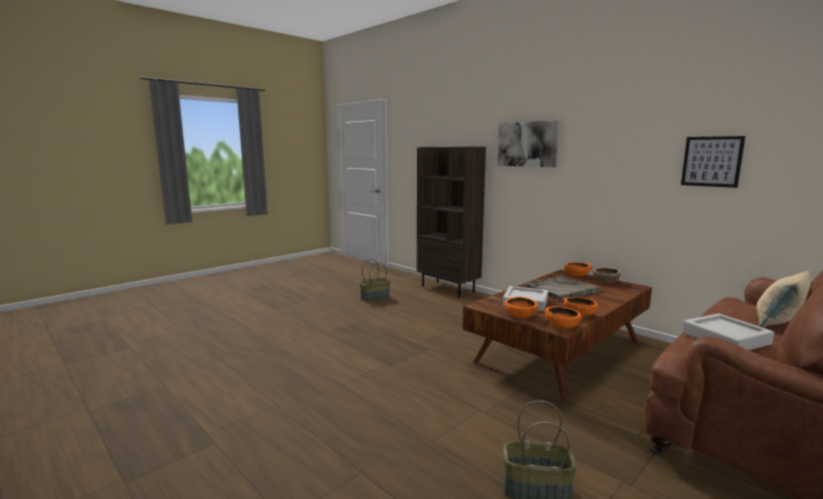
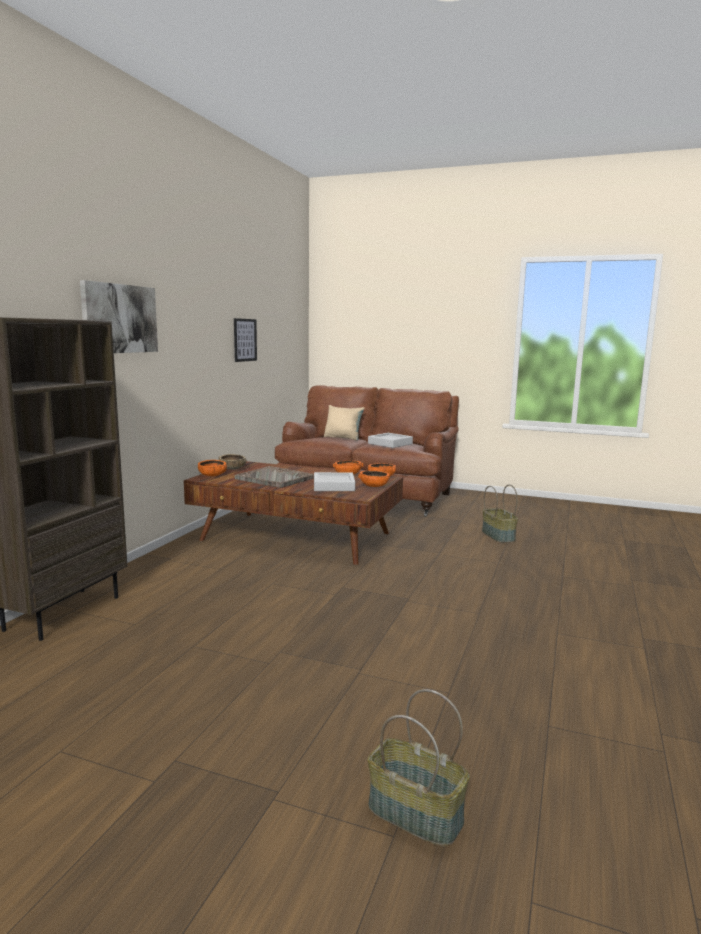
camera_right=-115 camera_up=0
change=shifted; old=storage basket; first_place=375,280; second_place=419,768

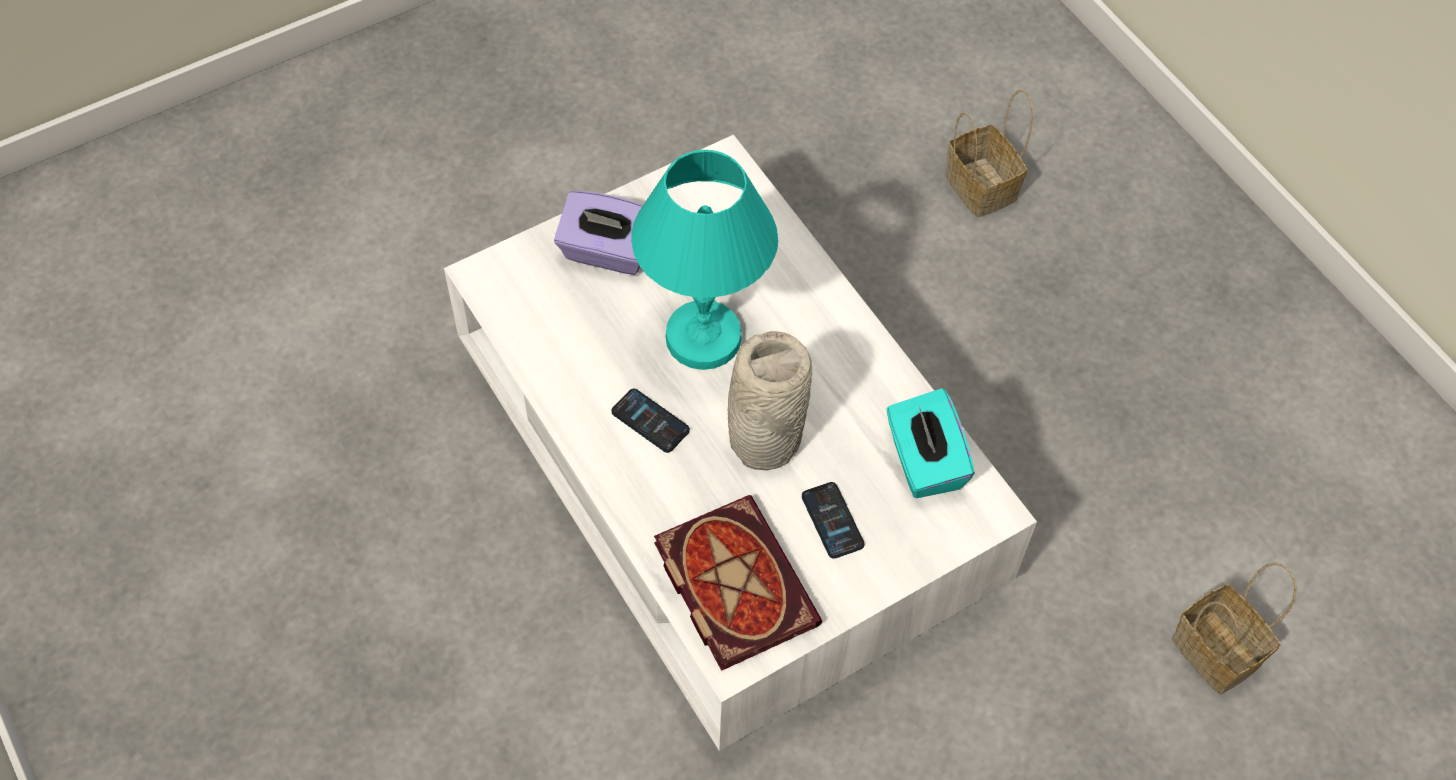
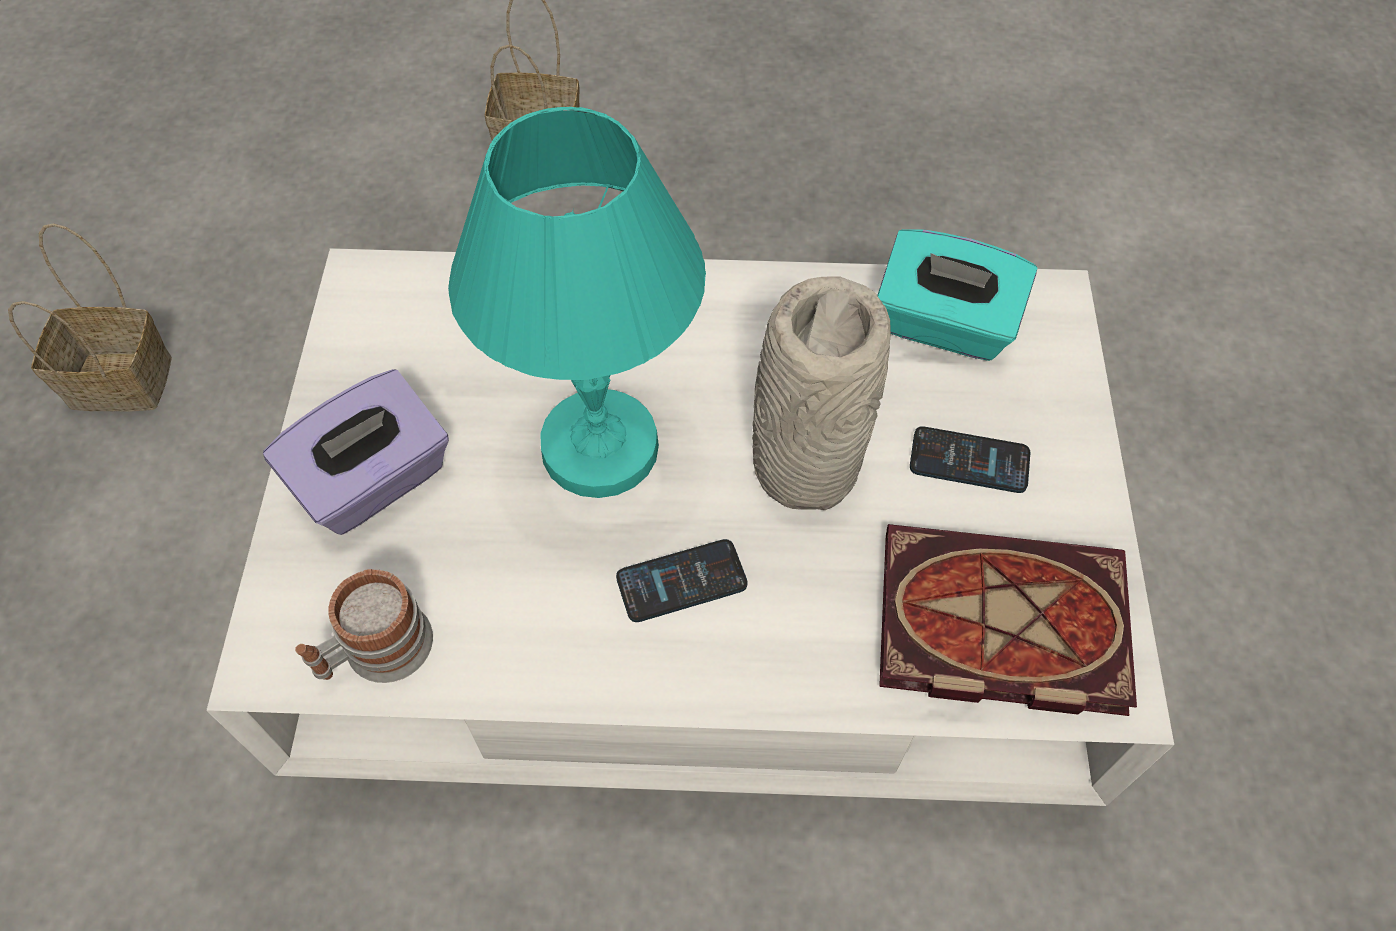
camera_right=-55 camera_up=0
change=shifted; old=storage basket; first_place=1234,628; second_place=90,317
change=new; new=mug; second_place=364,626

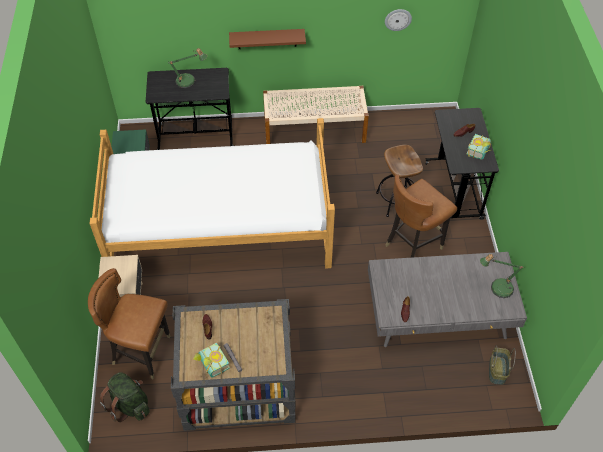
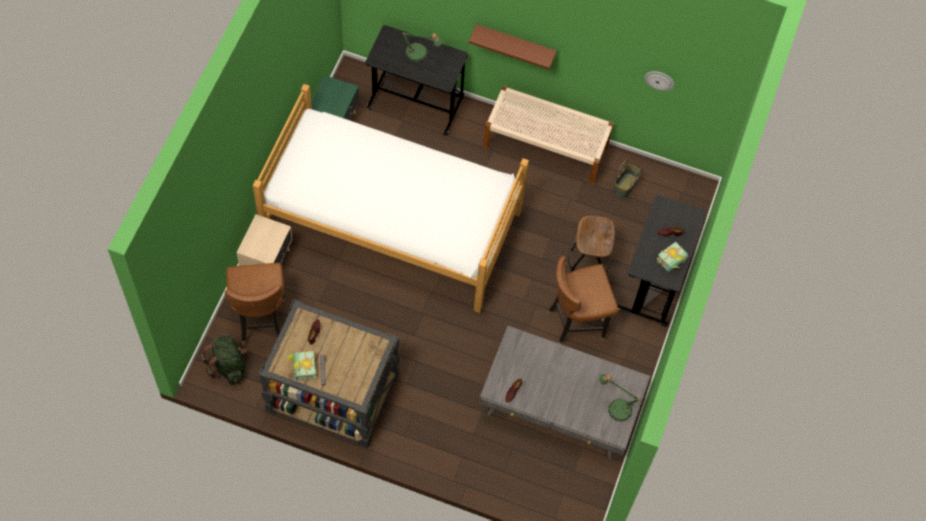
camera_right=20 camera_up=10
change=rotated; old=brown upright chair; first_place=129,323; second_place=255,304; degrees=-135
change=shifted; old=storage basket; first_place=502,365; second_place=627,178

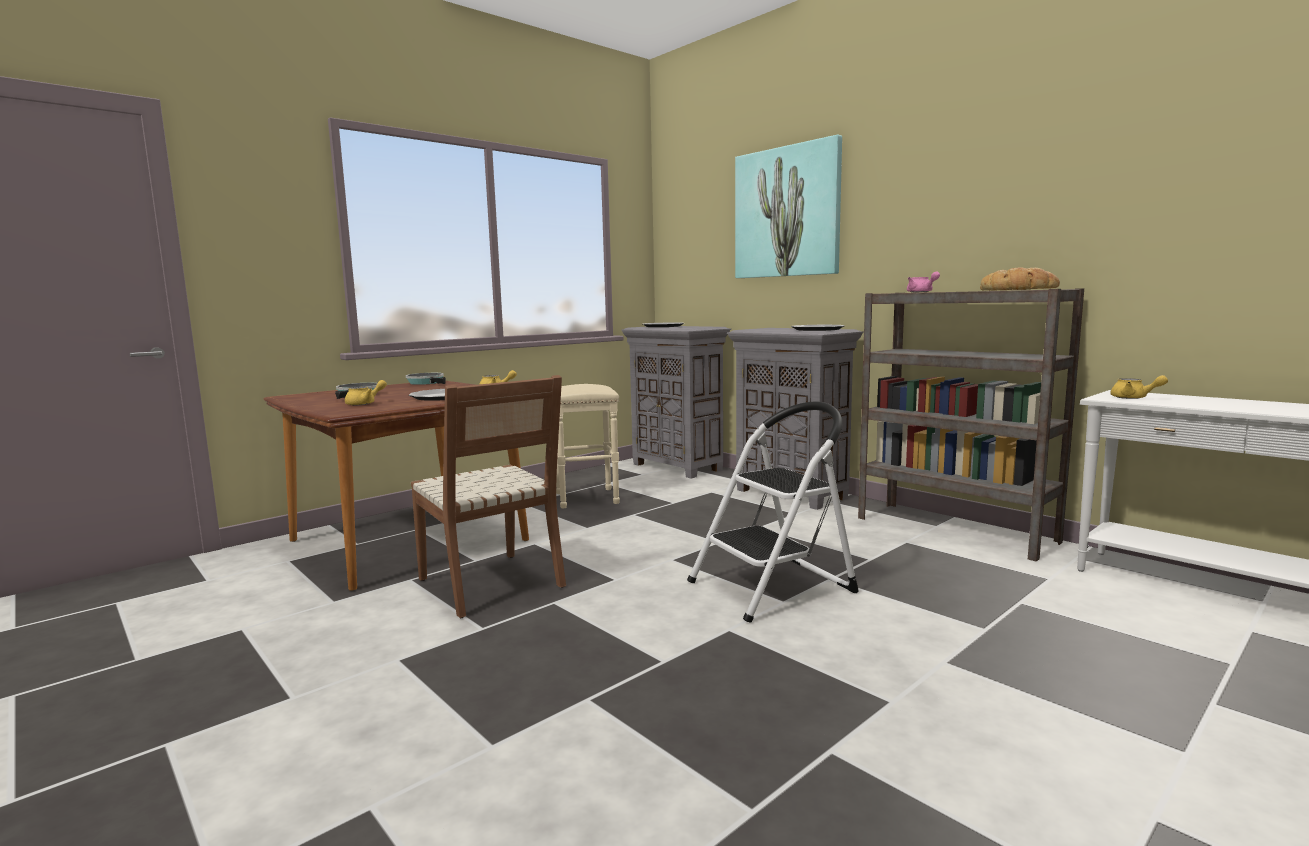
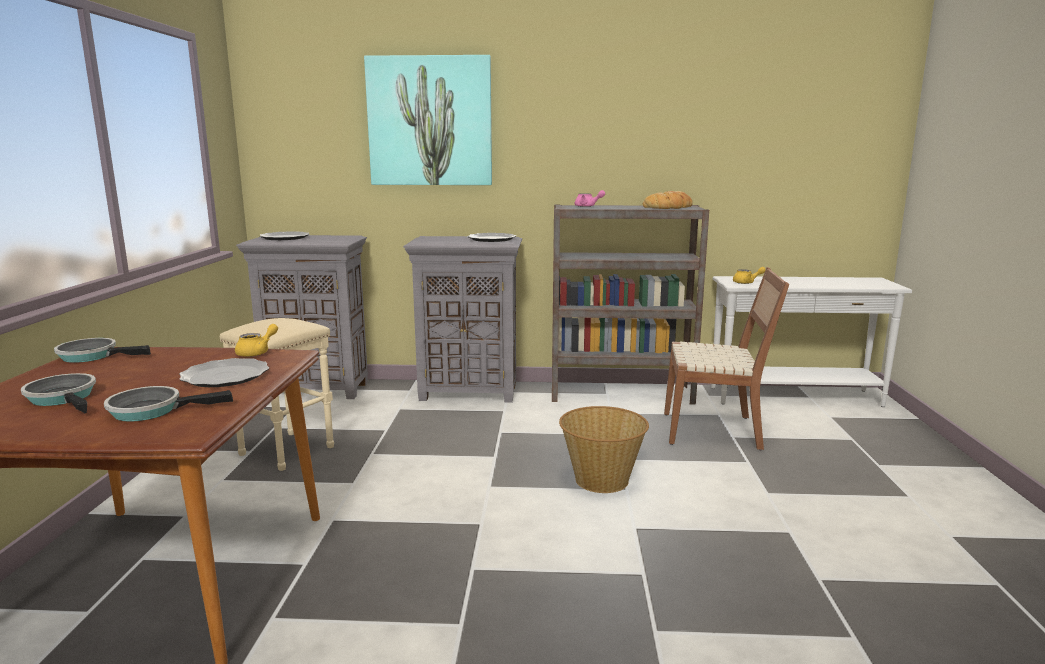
camera_right=-45 camera_up=5
change=swapped; old=yellowish tea pot; new=skillet; first_place=366,393; second_place=168,404
change=swapped; old=stepladder; new=storage basket; first_place=772,512; second_place=604,449
change=shifted; old=upright chair; first_place=488,496; second_place=726,358

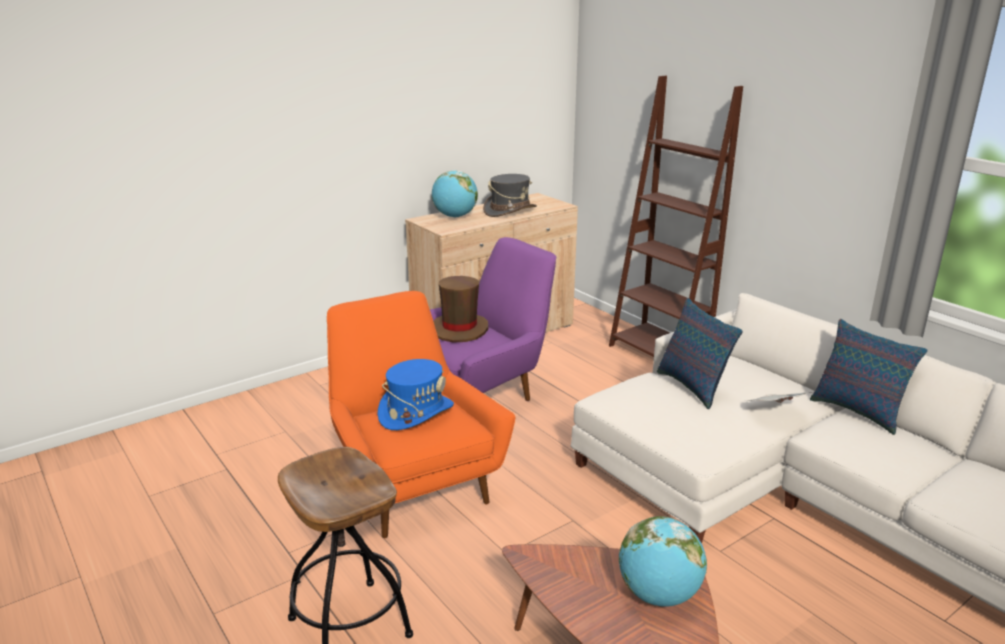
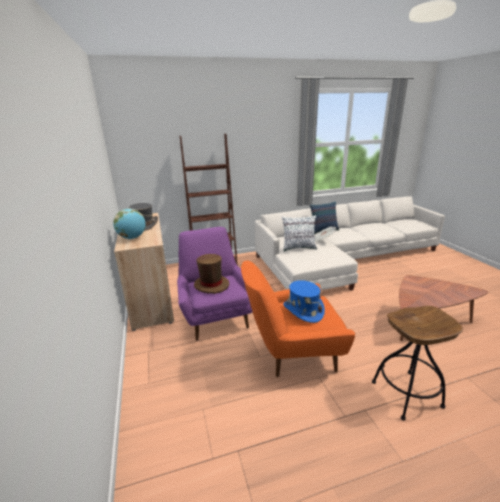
camera_right=-70 camera_up=0
change=repainted; old=bluish pillow; new=white pillow; first_place=700,353; second_place=299,234
change=gone; old=globe; first_place=663,561

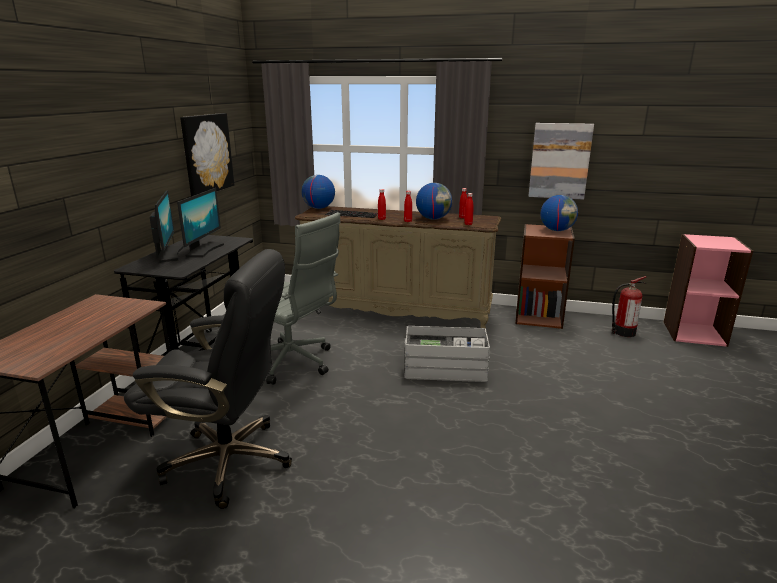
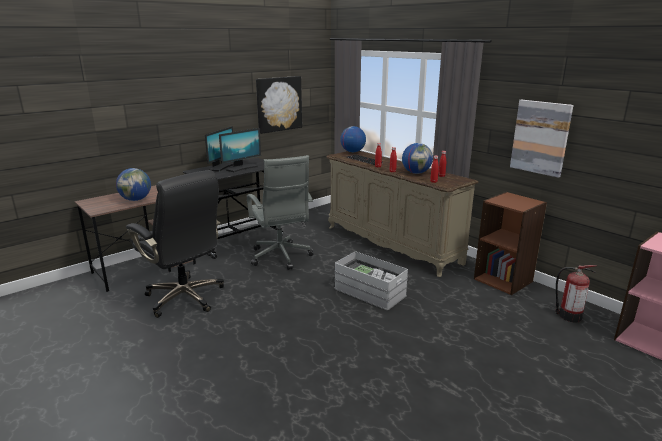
camera_right=35 camera_up=0
change=shifted; old=globe; first_place=559,213; second_place=133,184

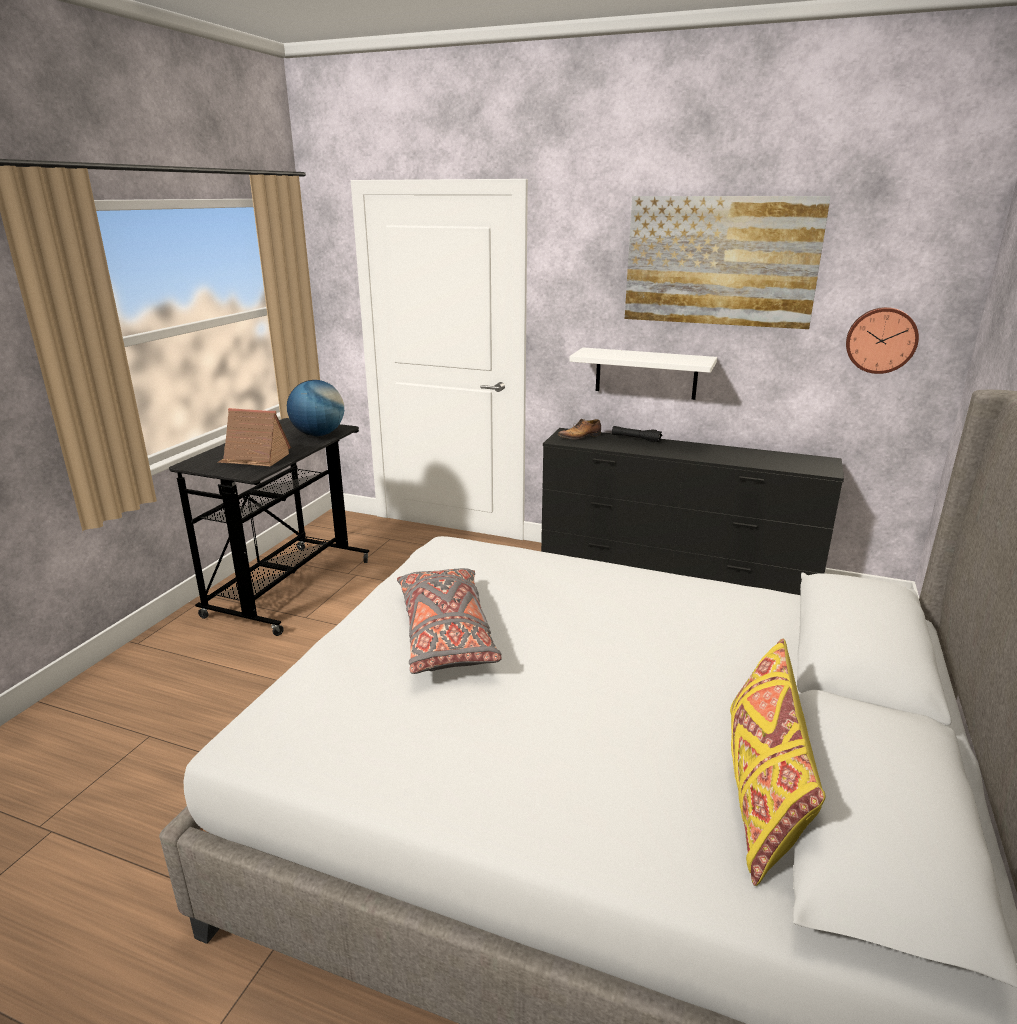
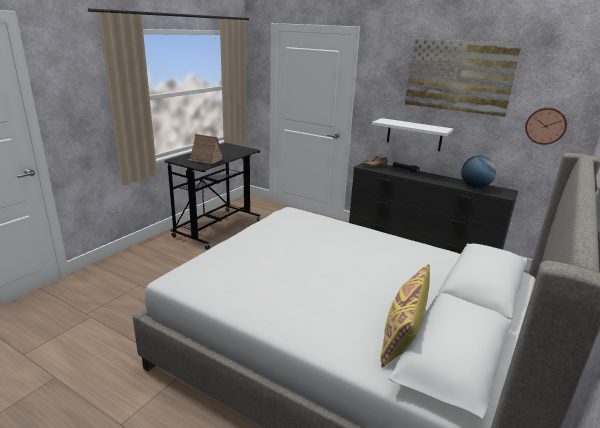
camera_right=10 camera_up=0
change=shifted; old=globe; first_place=315,408; second_place=478,172
change=gone; old=greyish pillow; first_place=449,621

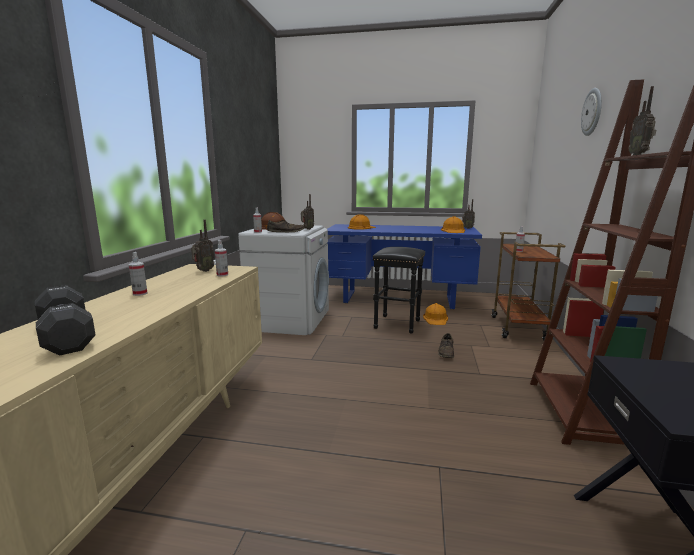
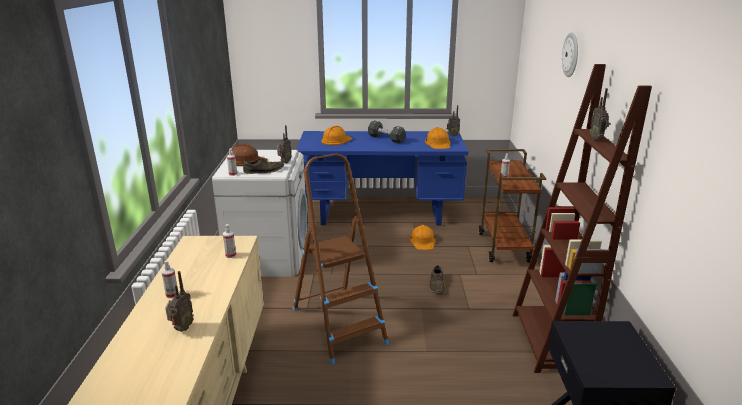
camera_right=-10 camera_up=10
change=shifted; old=radio; first_place=203,245; second_place=179,301
change=new; new=brown stepladder; second_place=341,259
change=shifted; old=blackish hand weight; first_place=65,320; second_place=387,132
change=gone; old=blackish stool; first_place=399,290

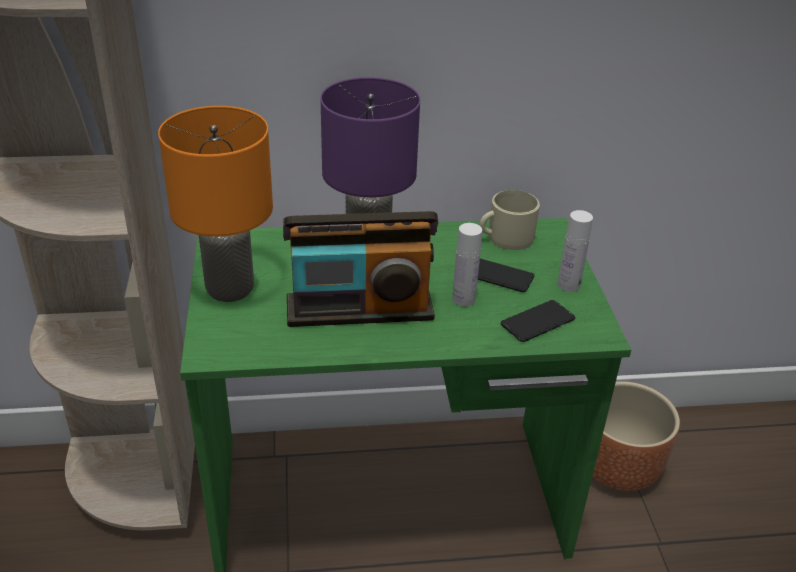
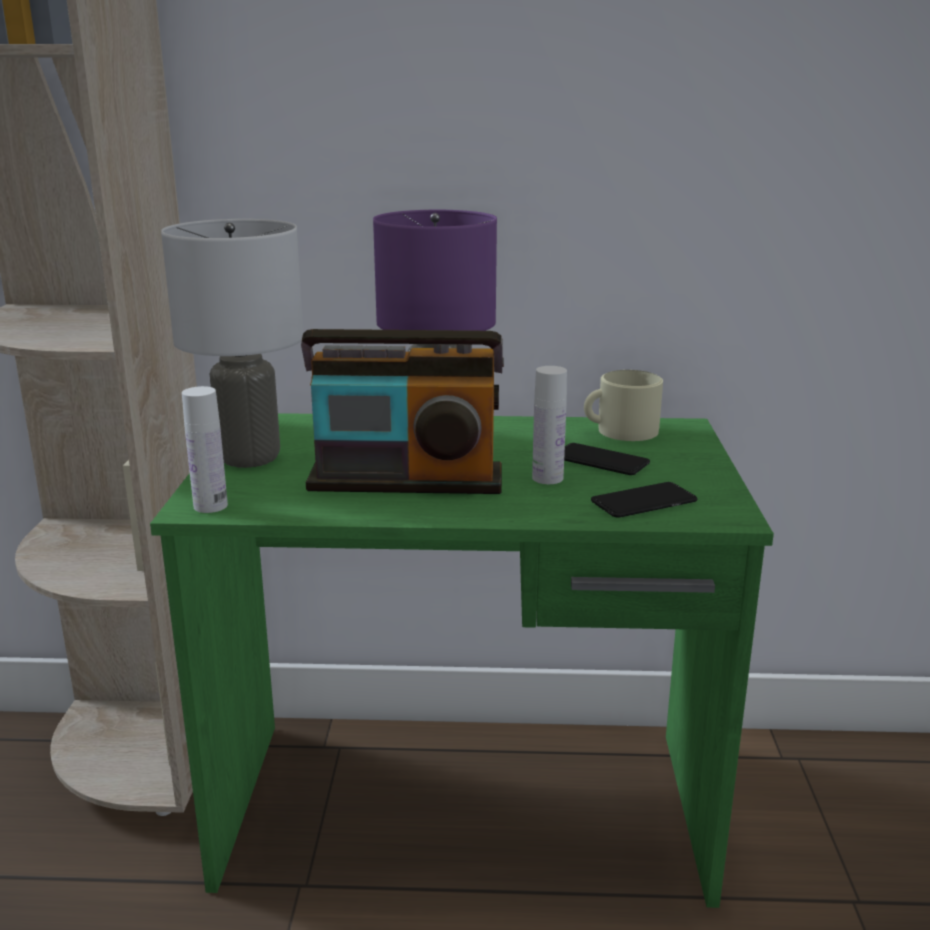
camera_right=10 camera_up=-15
change=repainted; old=orange table lamp; new=white table lamp; first_place=215,204; second_place=232,343
change=shifted; old=white drink bottle; first_place=575,251; second_place=205,449
change=gone; old=brown flower pot; first_place=636,436

